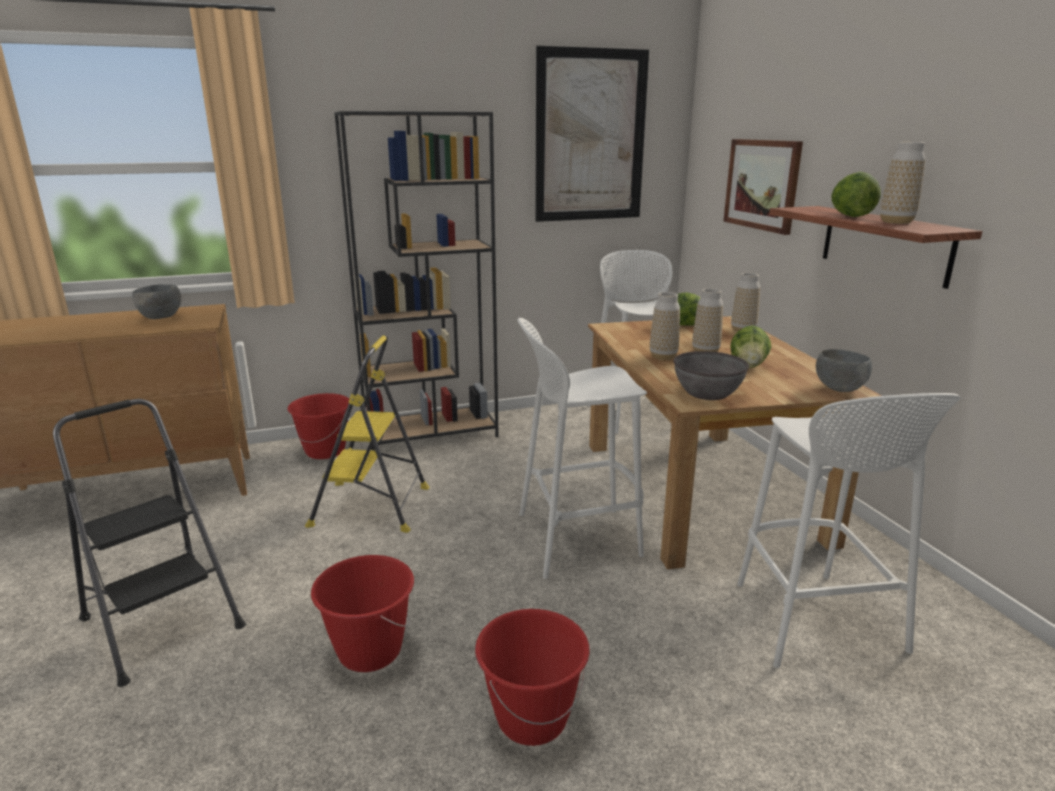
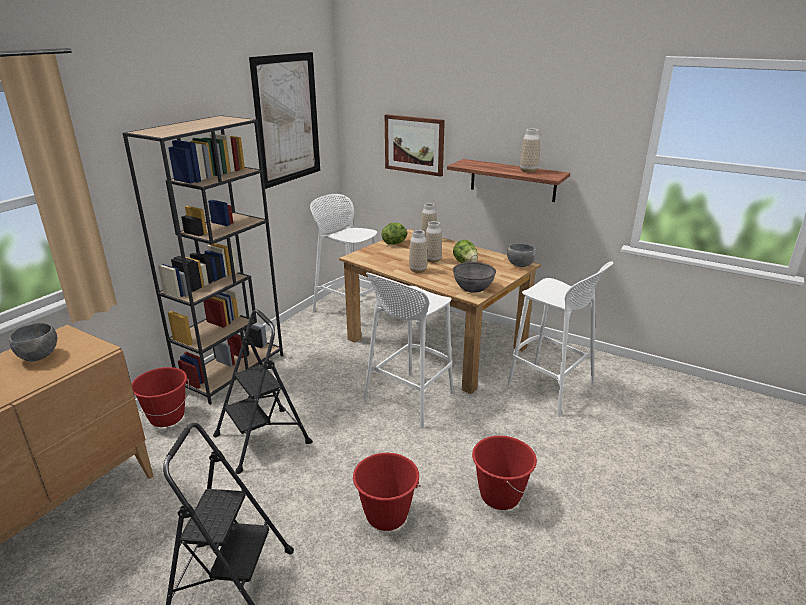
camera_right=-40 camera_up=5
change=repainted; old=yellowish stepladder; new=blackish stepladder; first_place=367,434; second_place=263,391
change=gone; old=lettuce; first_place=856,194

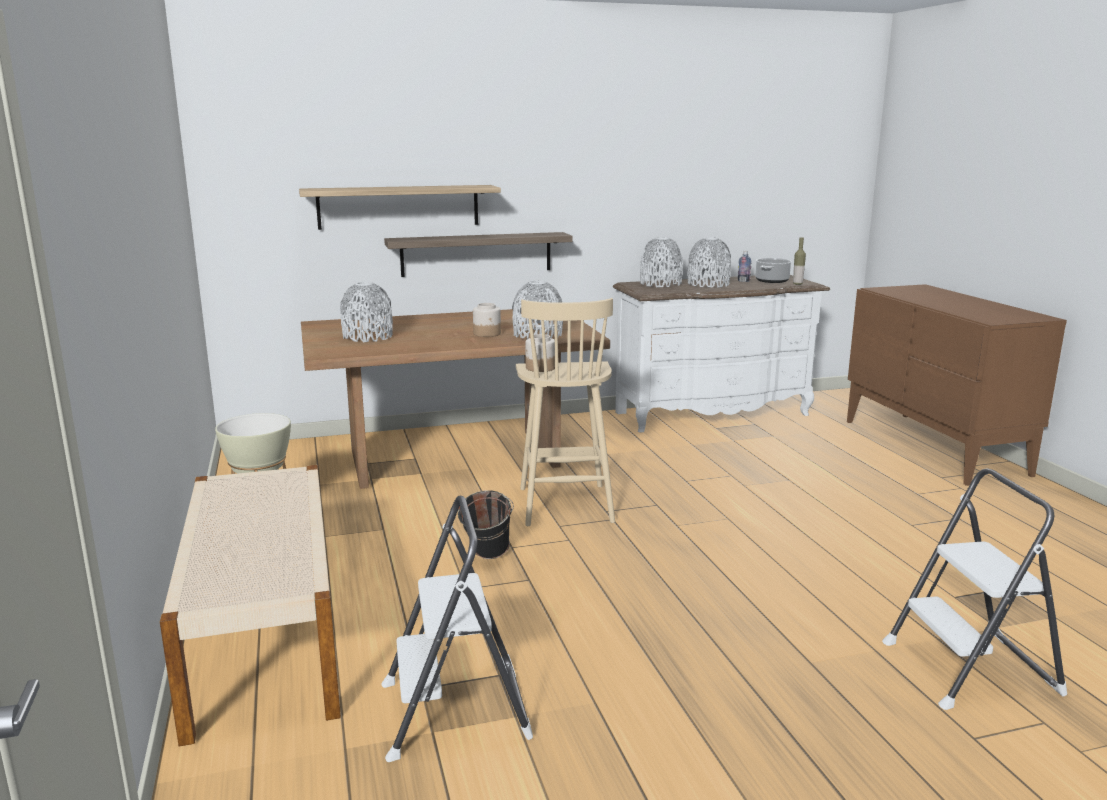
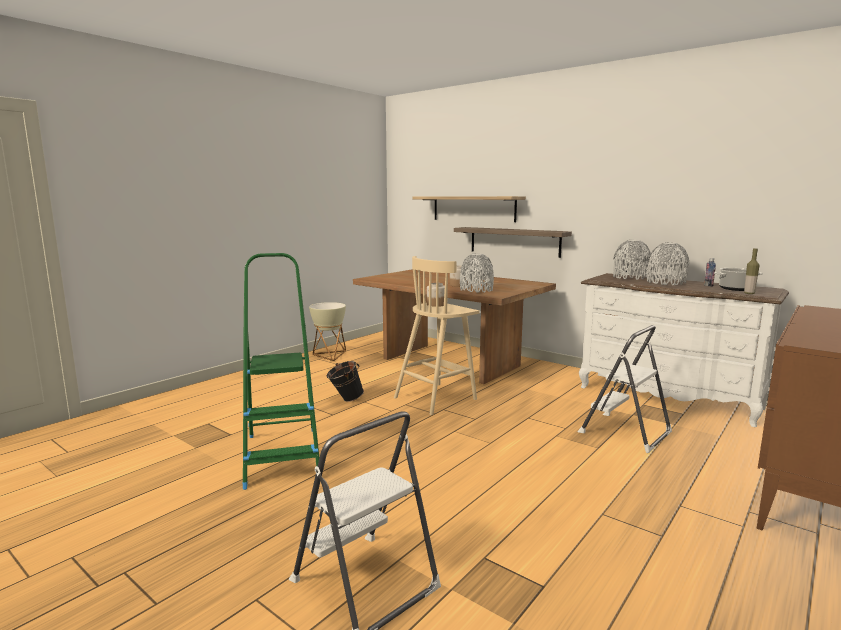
camera_right=55 camera_up=-5
change=new; new=green stepladder; second_place=281,371
change=shifted; old=white stepladder; first_place=457,629; second_place=625,389
change=gone; old=sand-coloured bench; first_place=250,606
change=gone; old=greyish decorative vase; first_place=366,312

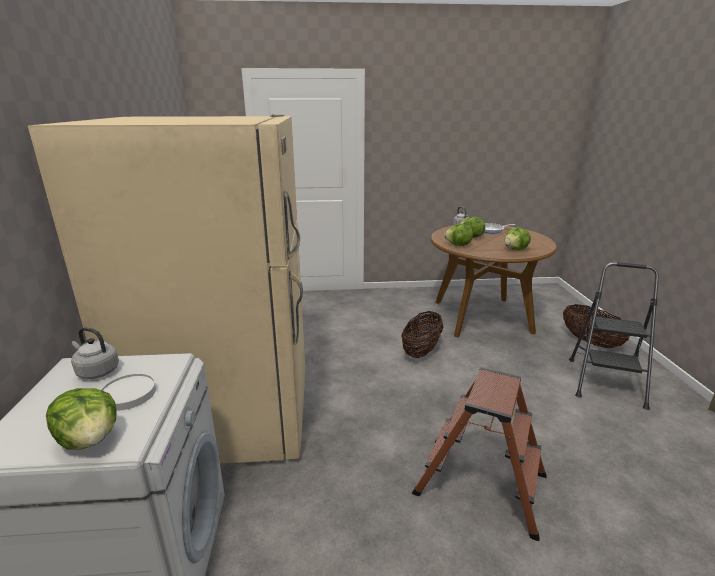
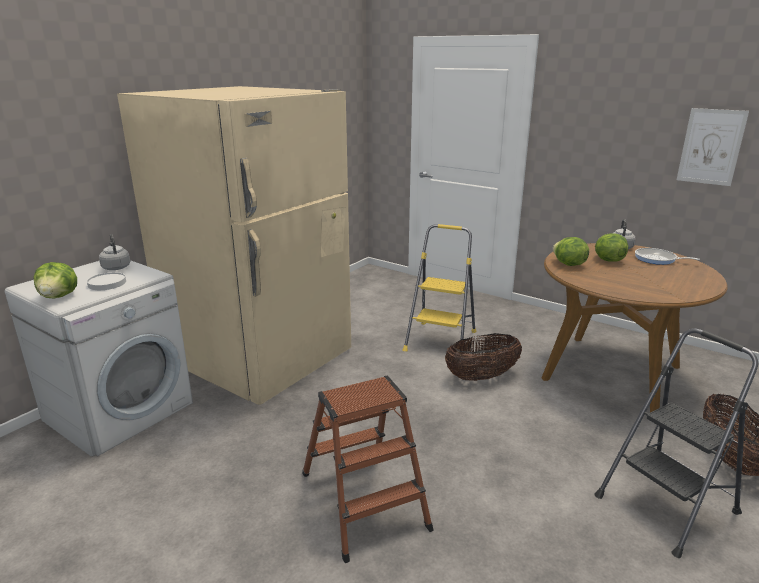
camera_right=40 camera_up=0
change=new; new=yellowish stepladder; second_place=439,288
change=new; new=wall art; second_place=713,147
change=gone; old=lettuce; first_place=517,238

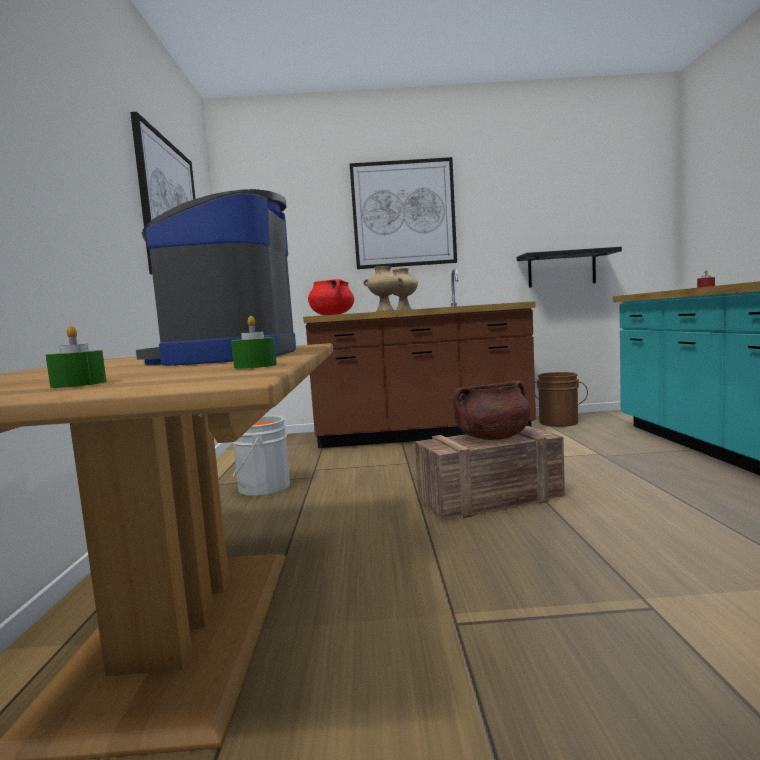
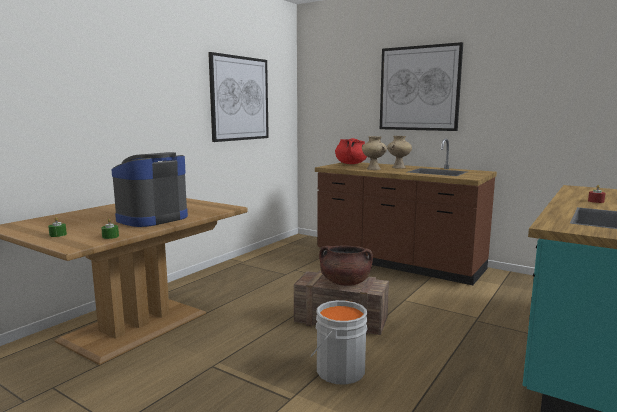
camera_right=35 camera_up=5
change=shifted; old=greyish pail; first_place=261,455; second_place=339,342
change=gone; old=blackish wall shelf; first_place=569,267
change=gone; old=brown pail; first_place=561,399

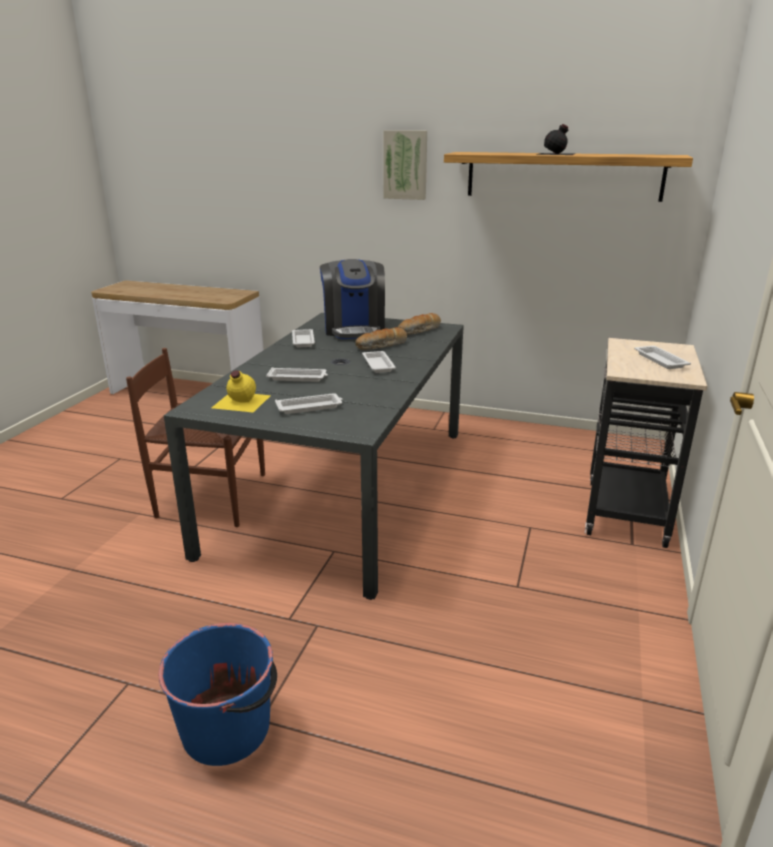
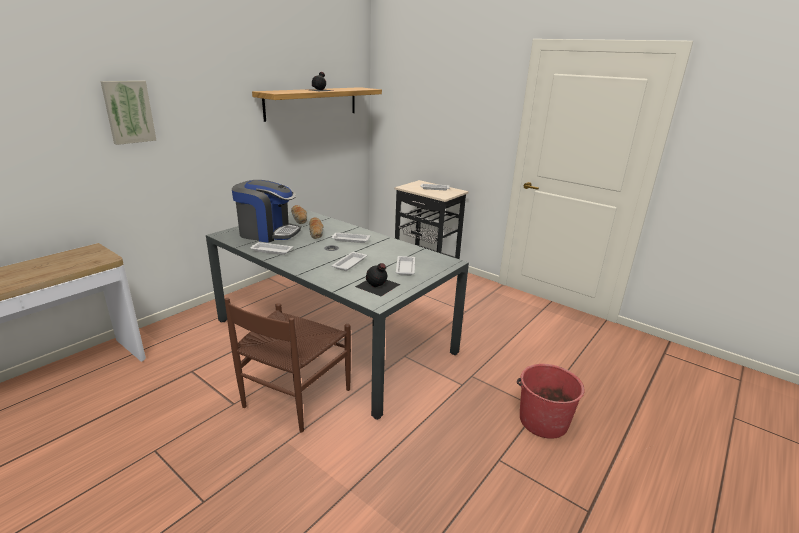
camera_right=-70 camera_up=0
change=shifted; old=wall art; first_place=405,165; second_place=129,113
change=repainted; old=yellowish drink bottle; new=blackish drink bottle; first_place=241,391; second_place=377,279
change=repainted; old=bluish pail; new=red pail; first_place=218,694; second_place=551,401

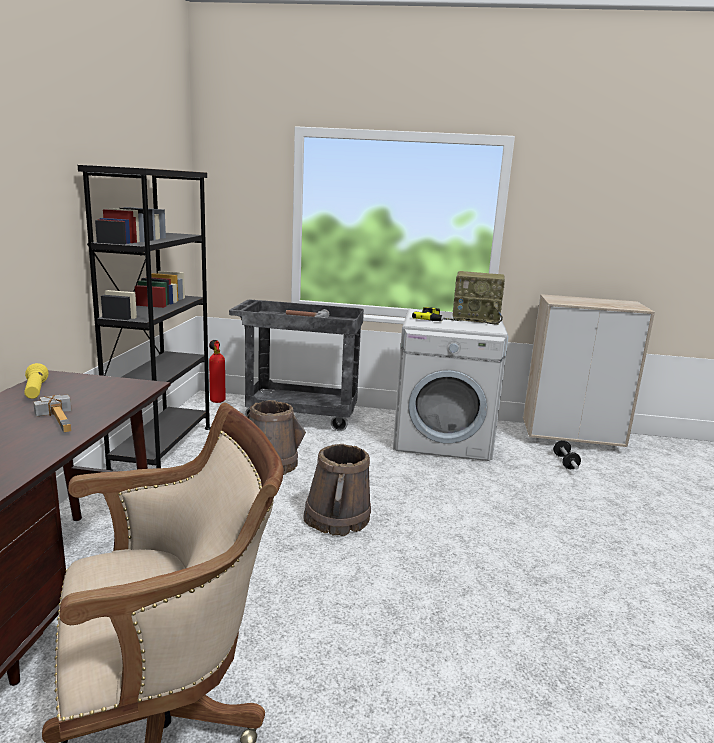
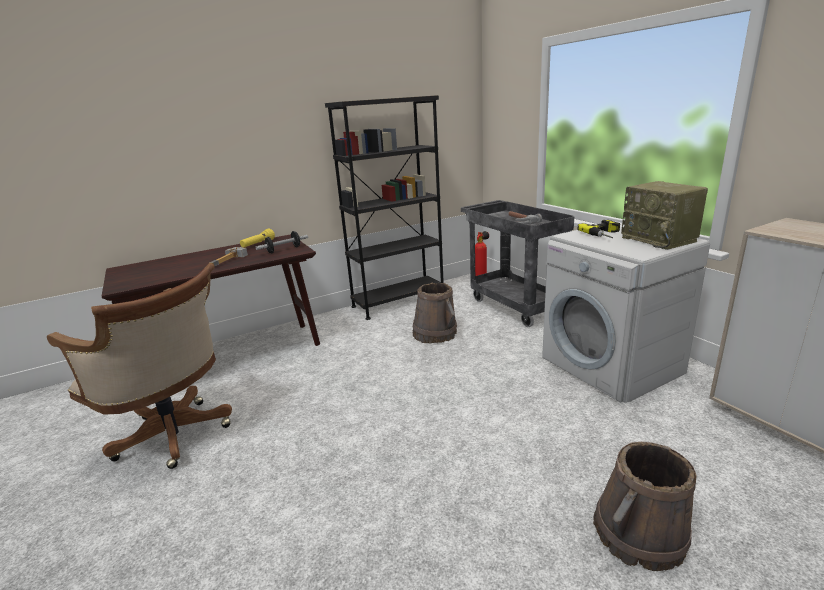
camera_right=55 camera_up=5
change=shifted; old=hand weight; first_place=567,454; second_place=282,242
change=shifted; old=brown pail; first_place=337,490; second_place=645,506

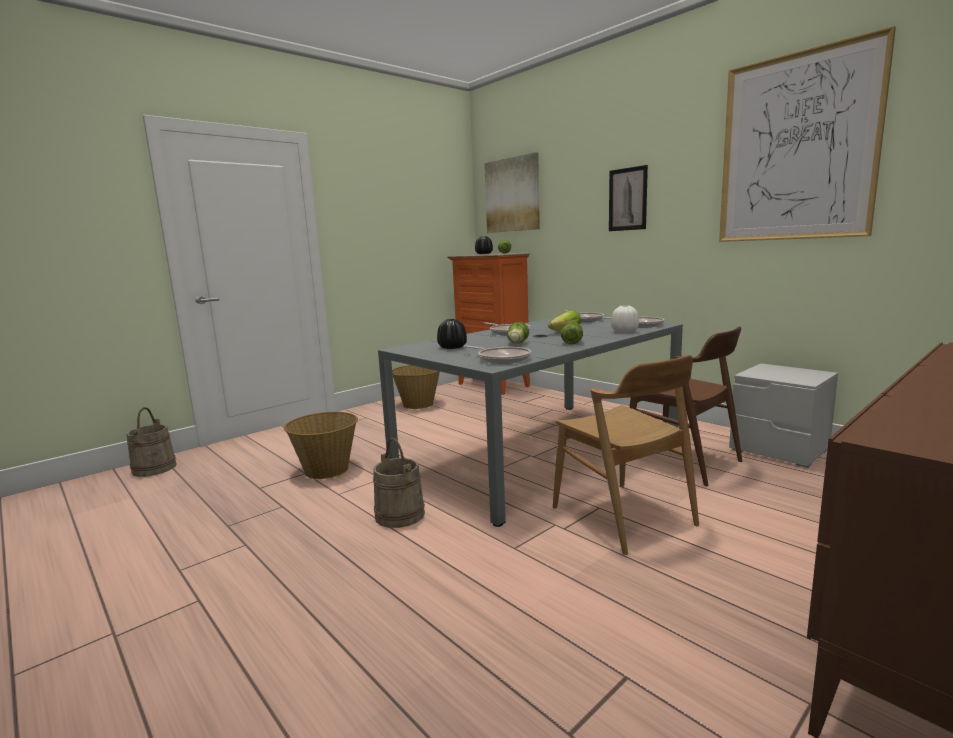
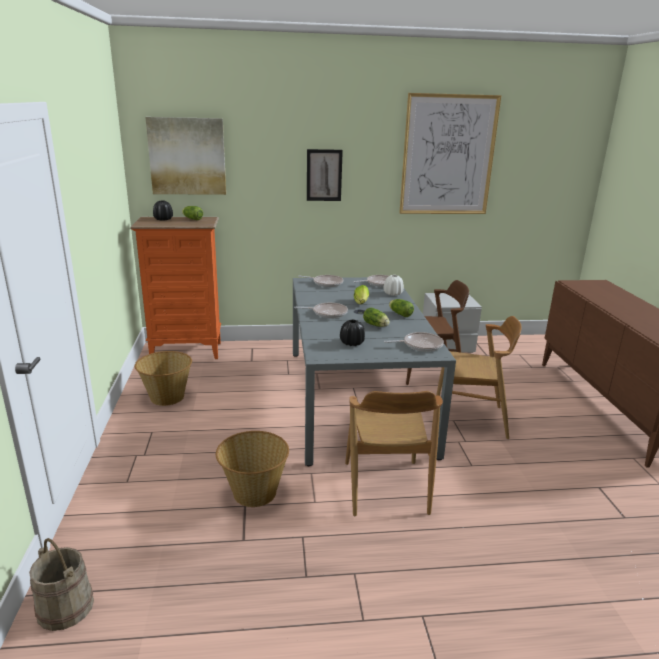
camera_right=-55 camera_up=10
change=swapped; old=sand-coloured pail; new=brown upright chair; first_place=399,483; second_place=394,453

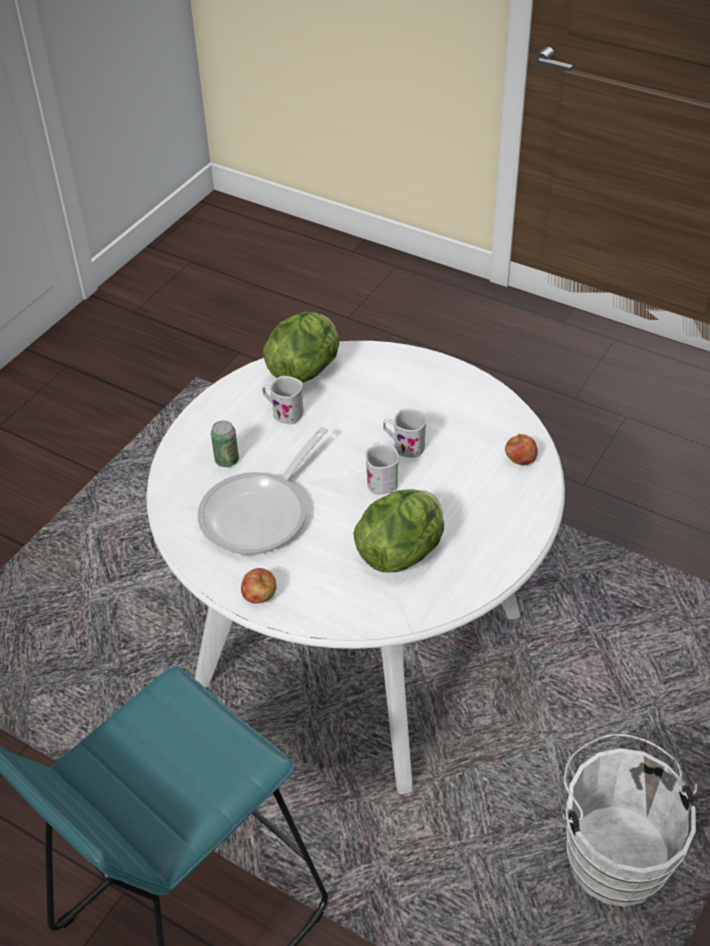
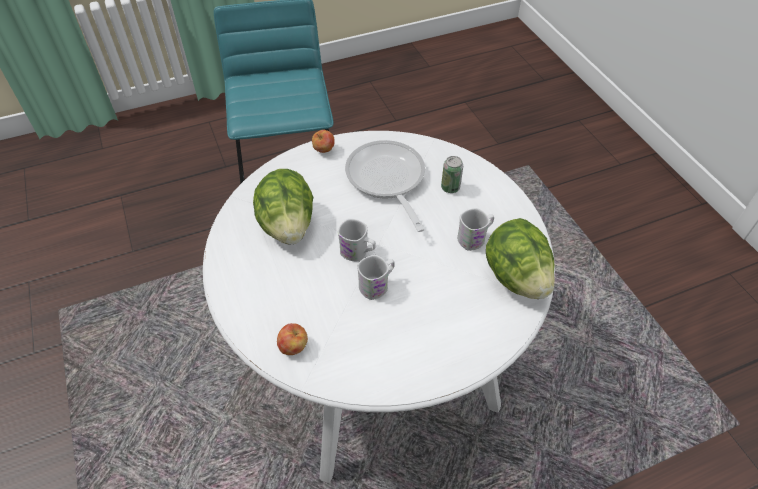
camera_right=125 camera_up=5
change=gone; old=white pail; first_place=630,820

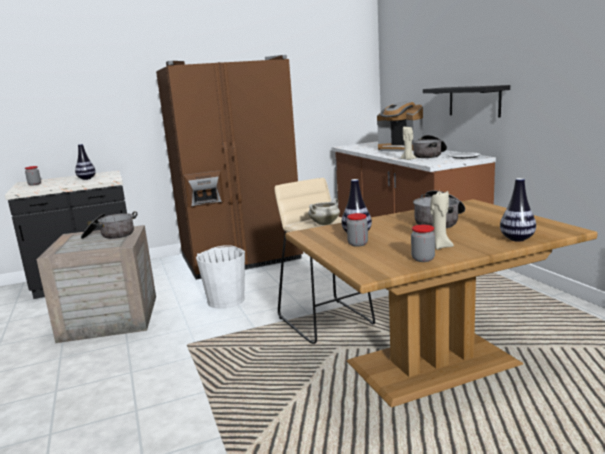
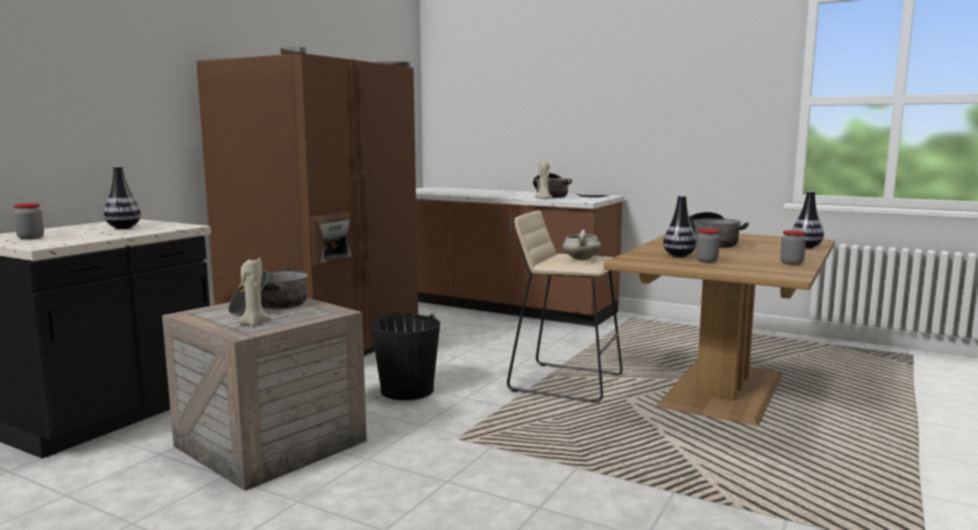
camera_right=-40 camera_up=-5
change=shifted; old=sand-coloured candle; first_place=442,220; second_place=254,291
change=repainted; old=white pail; new=blackish pail; first_place=220,277; second_place=405,356
change=gone; old=coffee machine; first_place=400,126
change=gone; old=blackish wall shelf; first_place=466,101

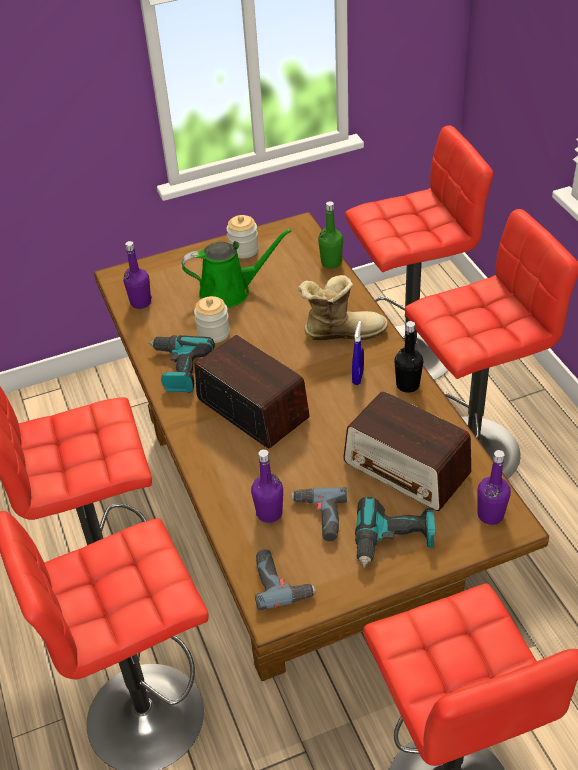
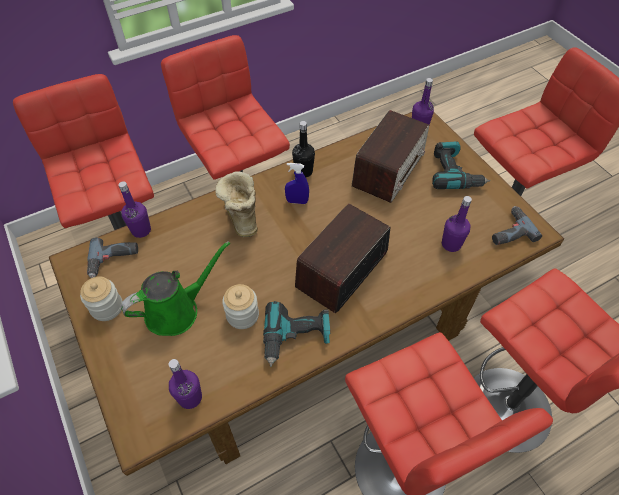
camera_right=-100 camera_up=10
change=shifted; old=electric drill; first_place=319,514; second_place=112,257
change=repainted; old=green drink bottle; new=purplish drink bottle; first_place=330,235; second_place=134,209
change=rotated; old=green watering pot; first_place=237,268; second_place=175,288; degrees=75

